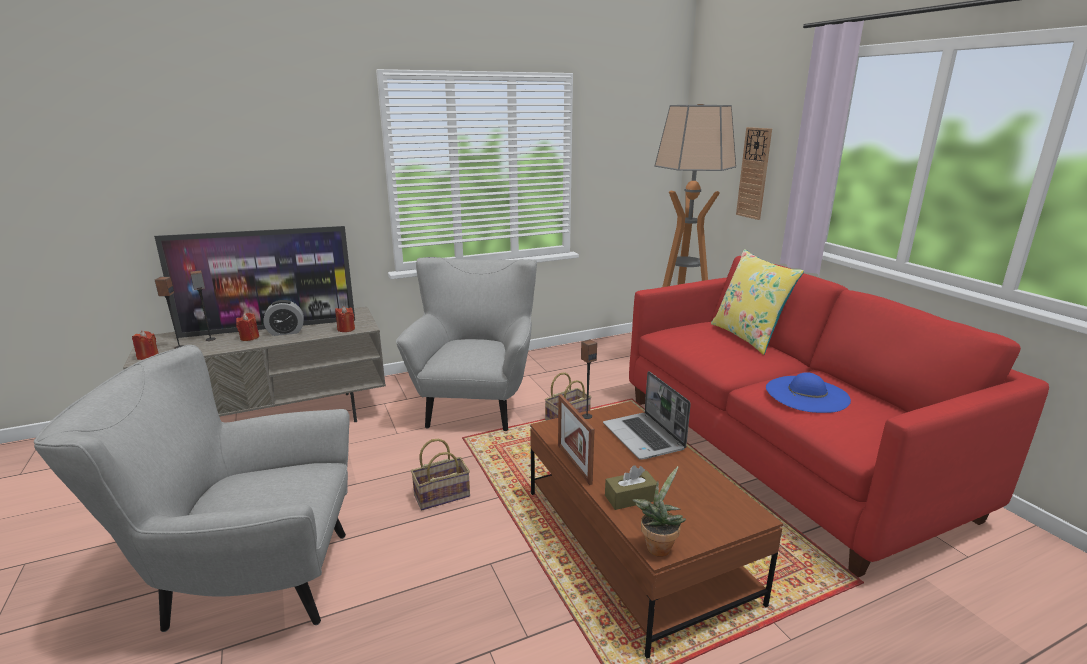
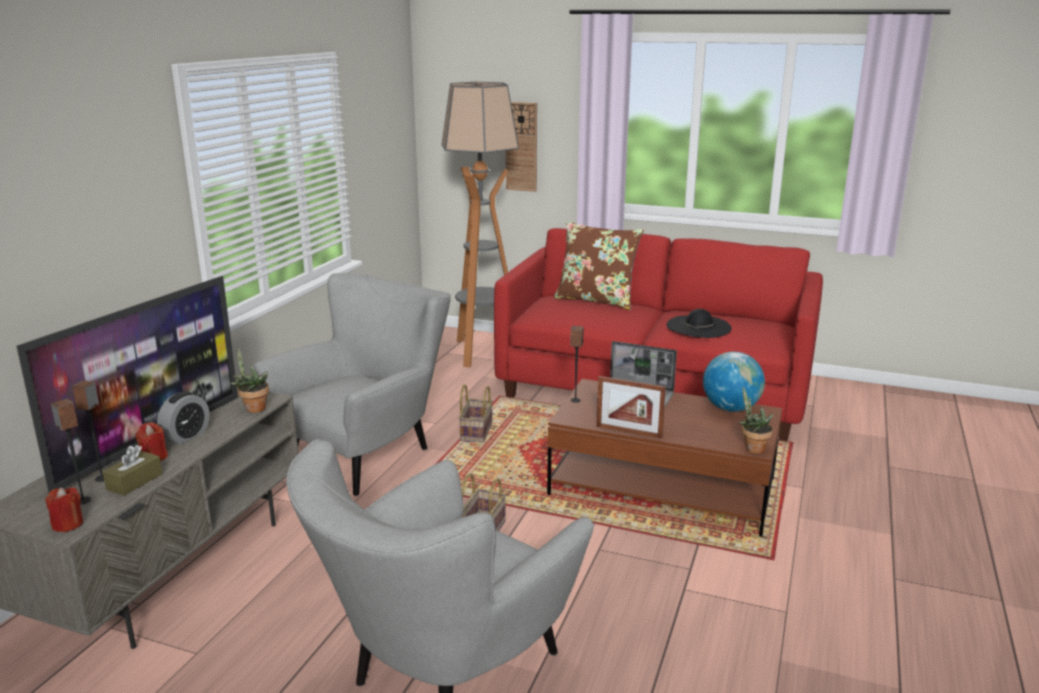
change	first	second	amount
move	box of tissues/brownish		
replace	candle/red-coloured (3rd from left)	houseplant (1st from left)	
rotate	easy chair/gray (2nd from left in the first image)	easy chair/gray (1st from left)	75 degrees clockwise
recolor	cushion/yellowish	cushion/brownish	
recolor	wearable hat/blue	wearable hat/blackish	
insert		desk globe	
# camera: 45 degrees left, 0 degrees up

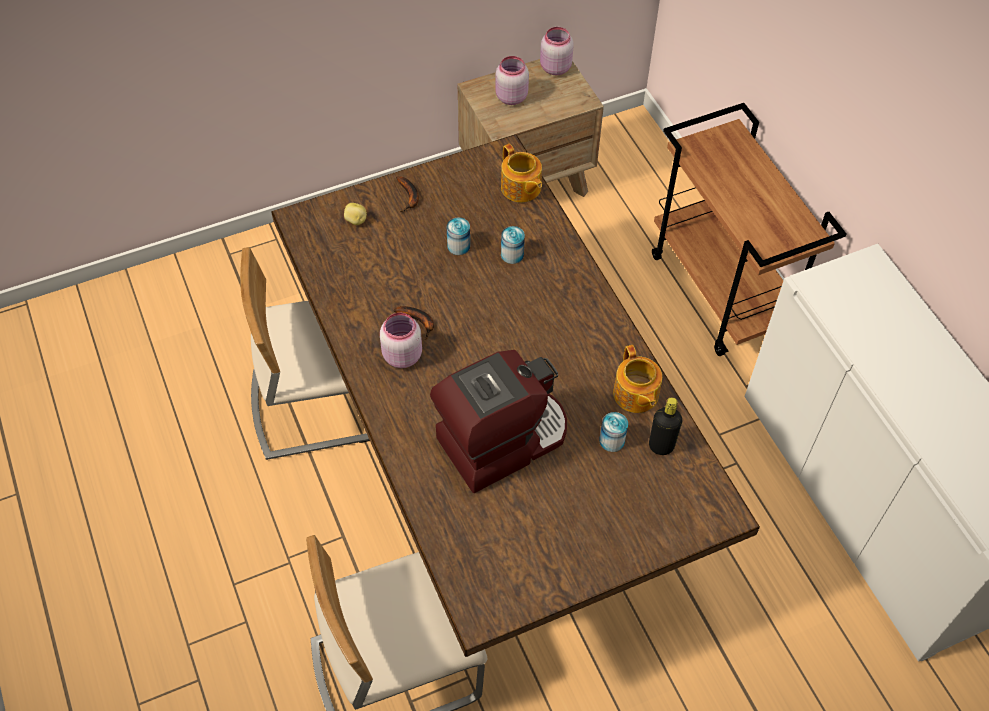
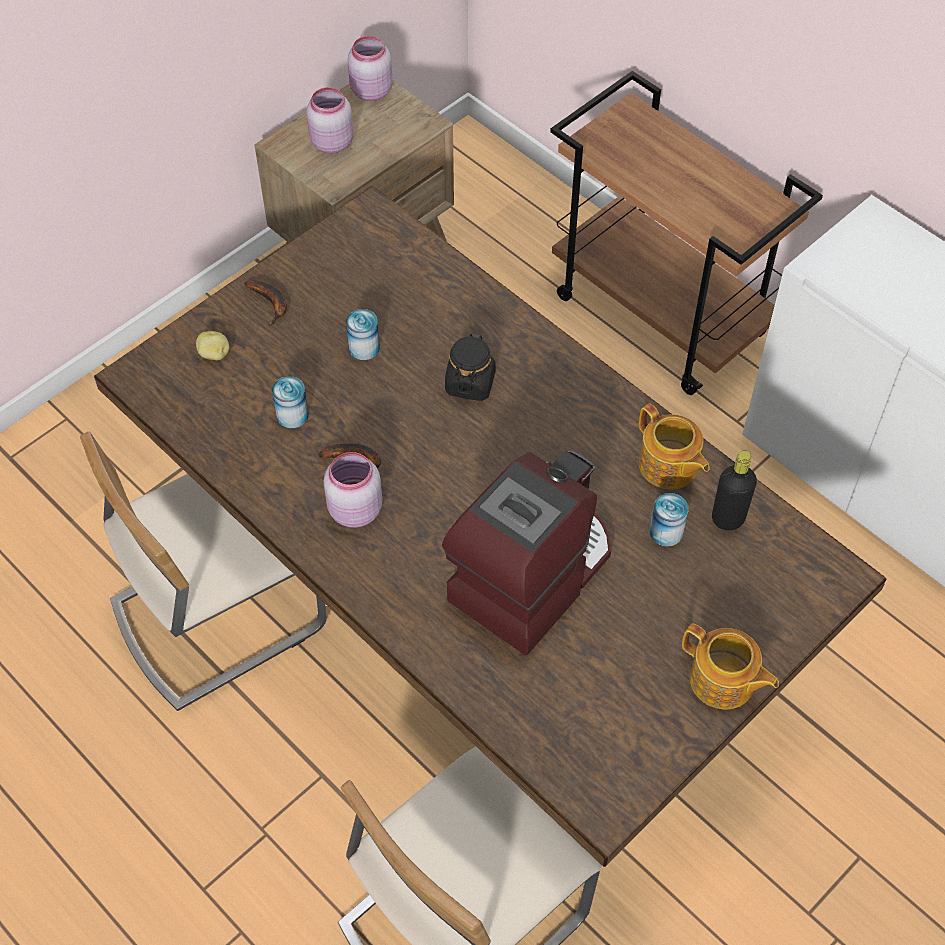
change	first	second	amount
move	can (2nd from left in the first image)	can (1st from left)	
insert		jar/blackish	
move	tea pot (1st from left in the first image)	tea pot (2nd from left)	
# camera: 20 degrees left, 0 degrees up

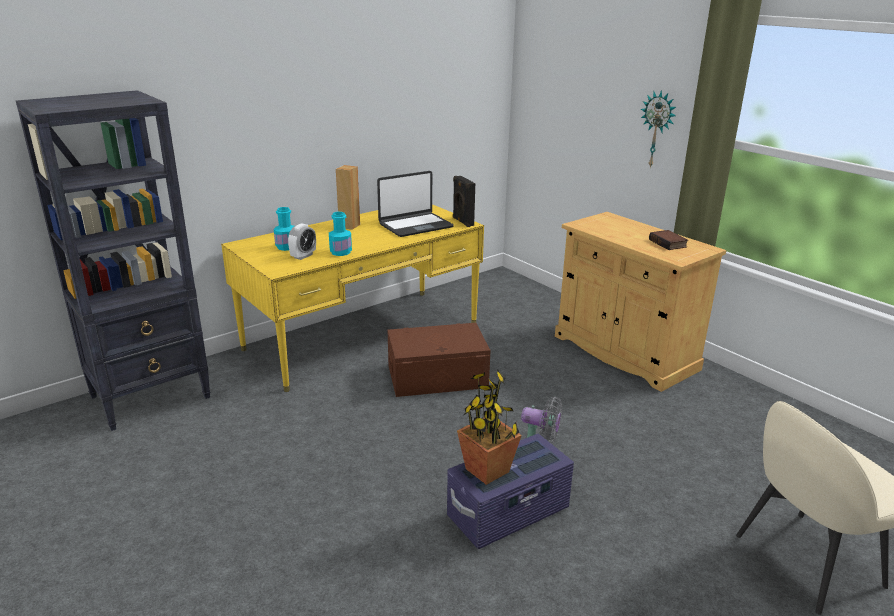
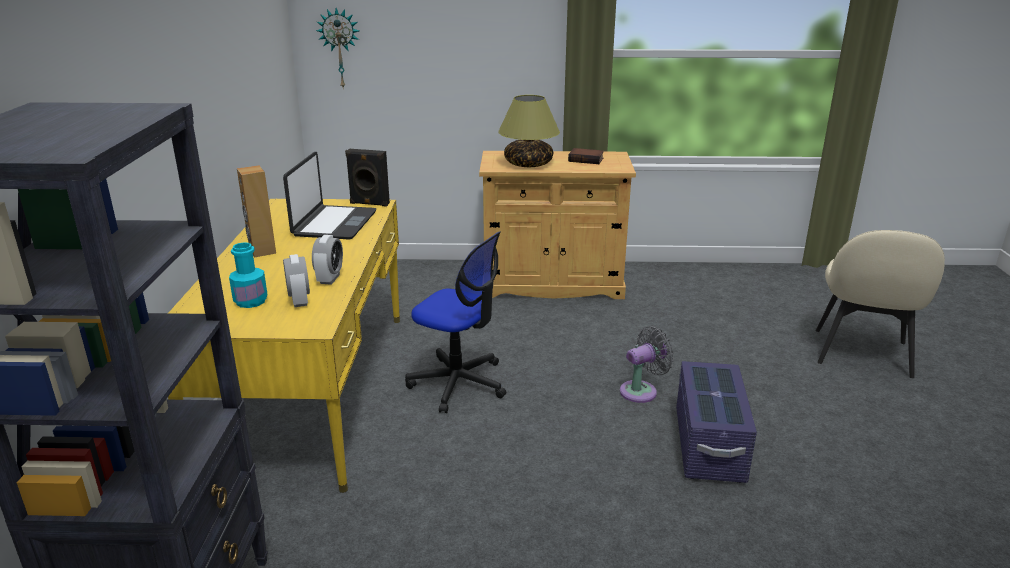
change	first	second	amount
replace	beverage bottle/blue-green (2nd from left)	bedside clock (2nd from left)	
move	wall clock		
replace	storage box/brownish	office chair	
insert		lamp for a table	
delete	houseplant		
# camera: 50 degrees left, 0 degrees up

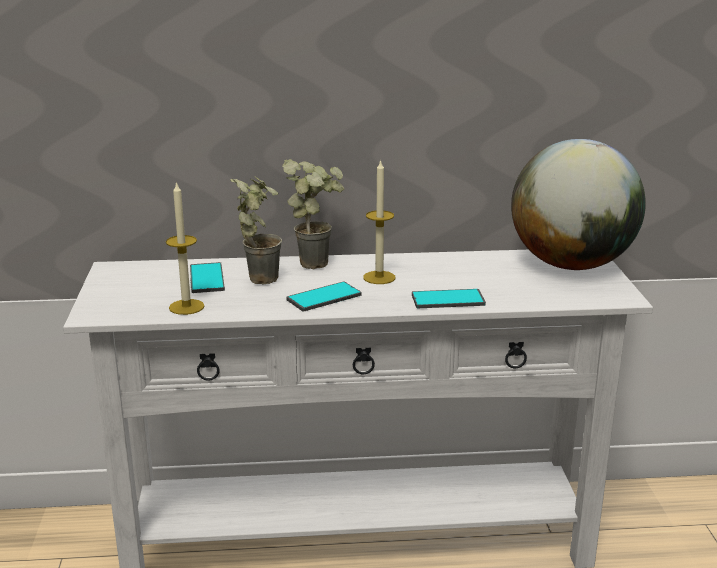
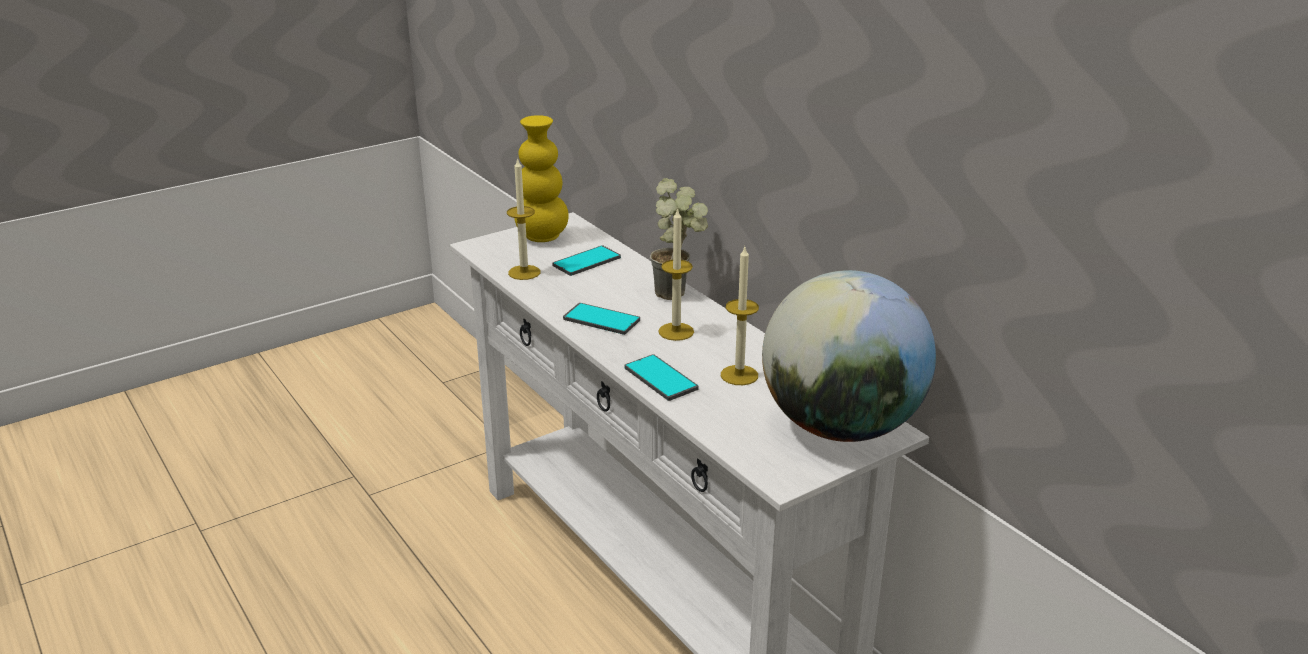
change	first	second	amount
insert		decorative vase/yellowish	
insert		candle (3rd from left)	
delete	houseplant (1st from left)		
# camera: 60 degrees right, 5 degrees up

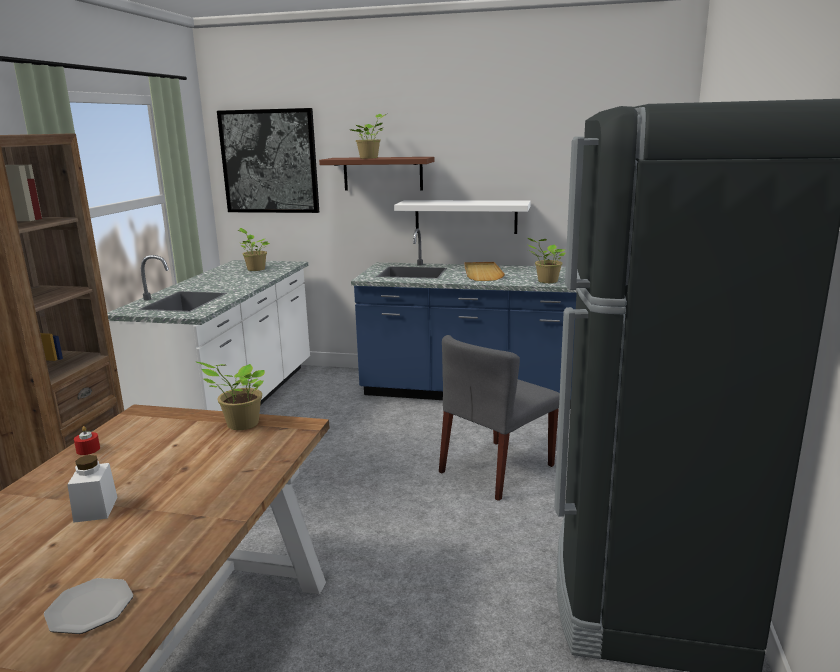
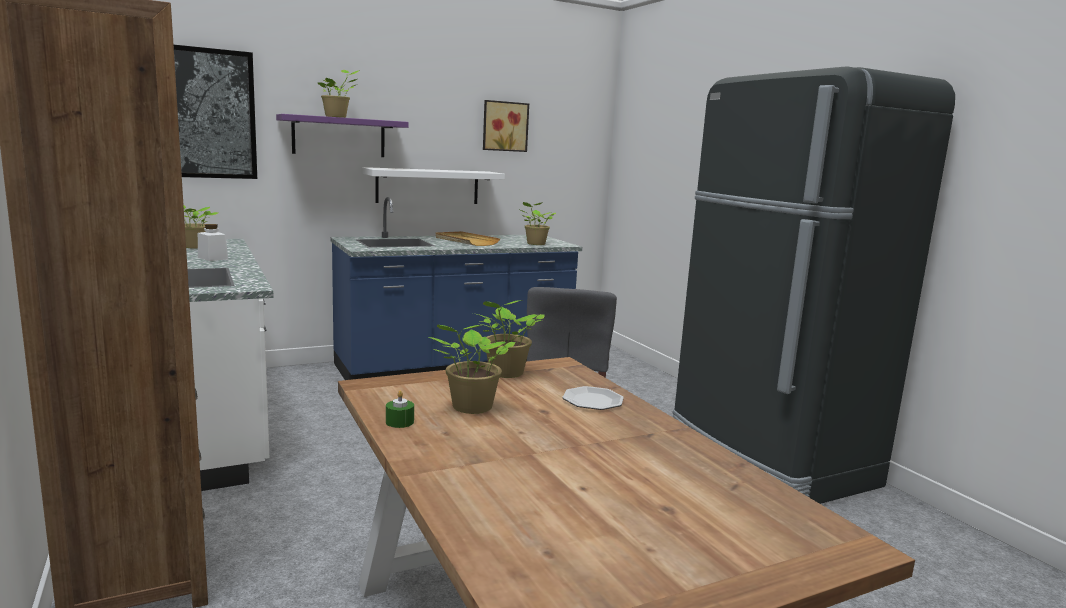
change	first	second	amount
move	jar/white		
recolor	shelf/brownish	shelf/purple-coloured	
recolor	candle/red-coloured	candle/greenish	
insert		houseplant (3rd from left)	
insert		wall art (2nd from left)	
move	dinner plate		
# camera: 40 degrees left, 5 degrees down

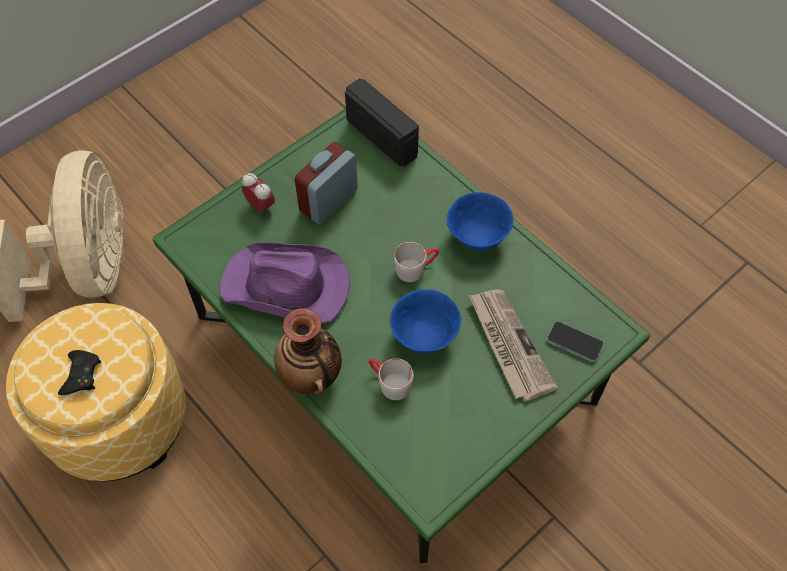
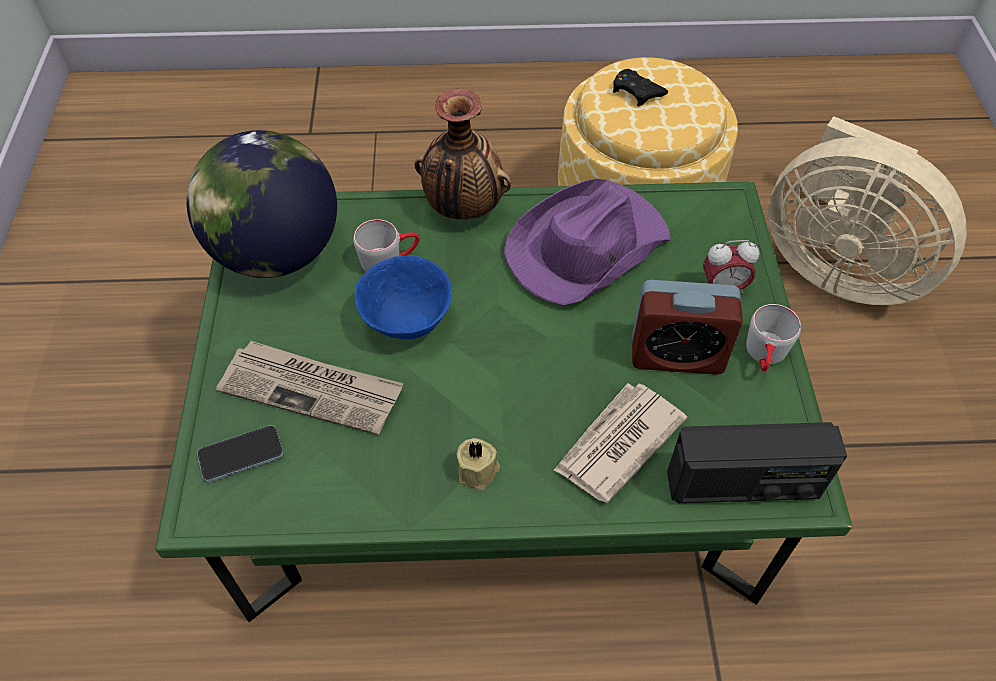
change	first	second	amount
insert		desk globe	
replace	deep dish/blue (2nd from left)	candle/beige-coloured	
insert		newspaper (2nd from left)	
rotate	bedside clock (2nd from left in the first image)	bedside clock (1st from left)	105 degrees clockwise
move	coffee mug/gray (2nd from left)		
# camera: 130 degrees right, 5 degrees down

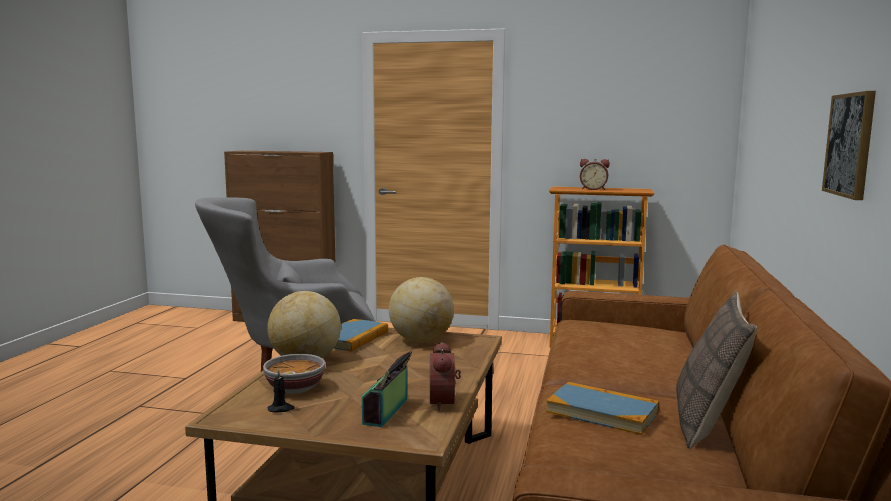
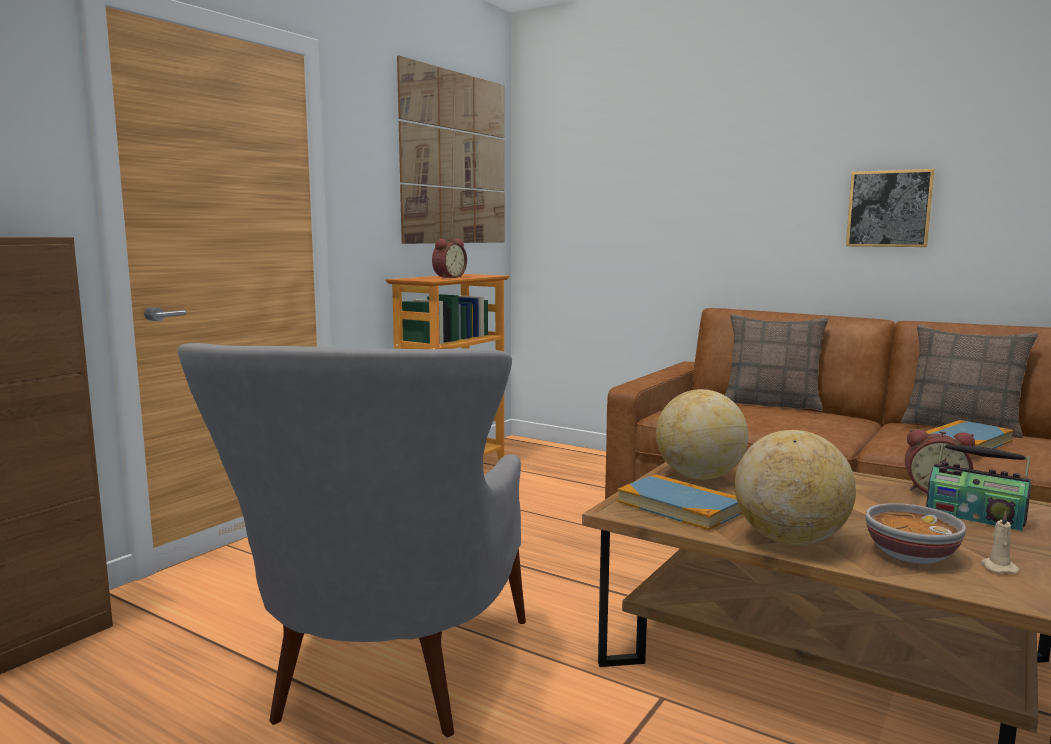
change	first	second	amount
insert		wall art (1st from left)	
insert		cushion (1st from left)	
recolor	candle/blackish	candle/beige-coloured	
# camera: 70 degrees left, 0 degrees up

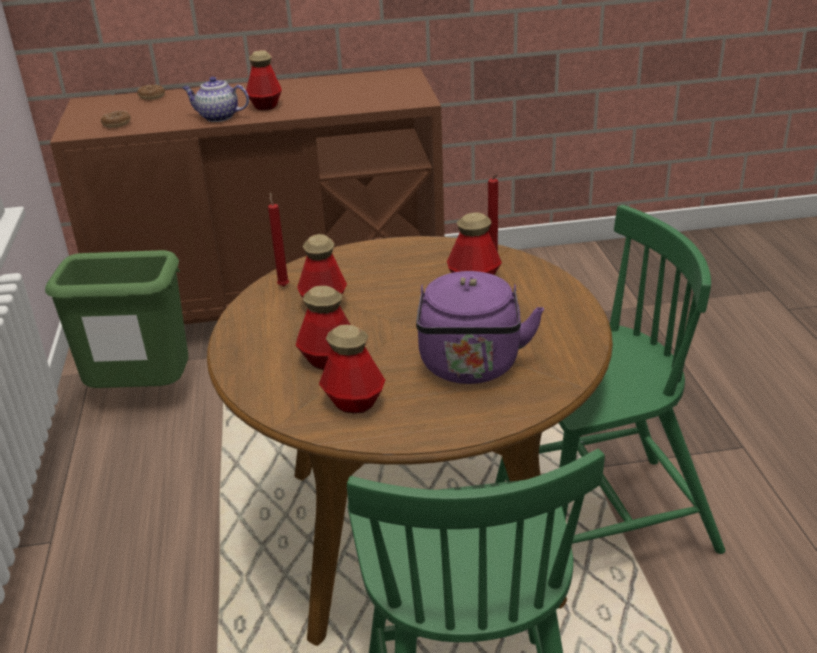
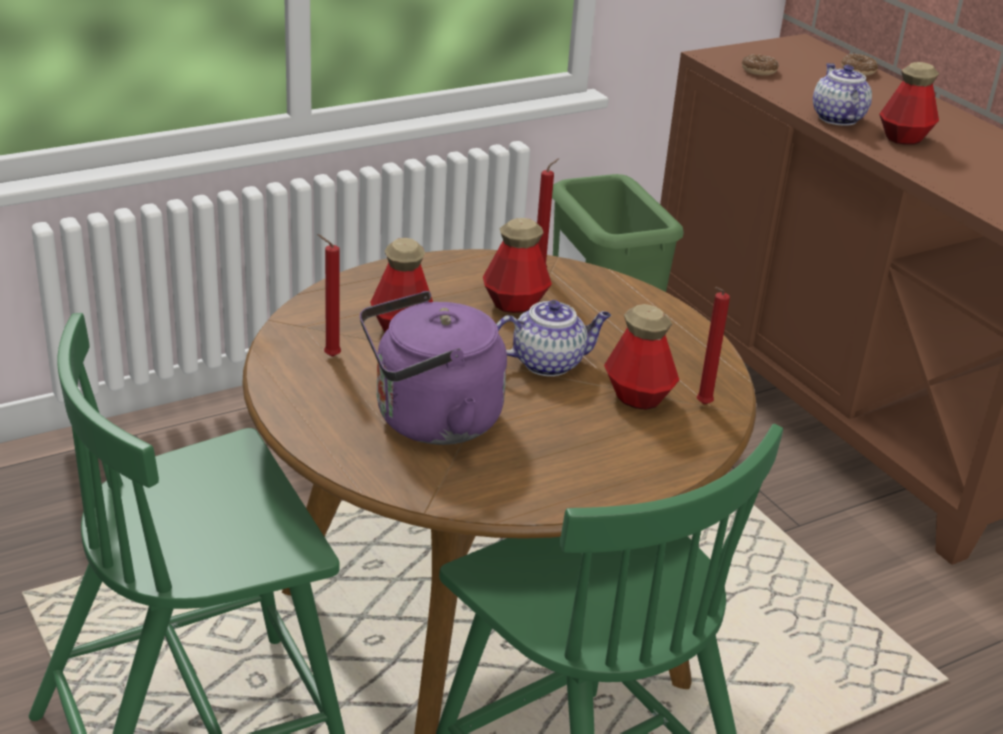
change	first	second	amount
replace	beverage bottle (4th from left)	candle/red-coloured (1st from left)	
insert		tea pot (1st from left)	
# camera: 65 degrees right, 0 degrees up

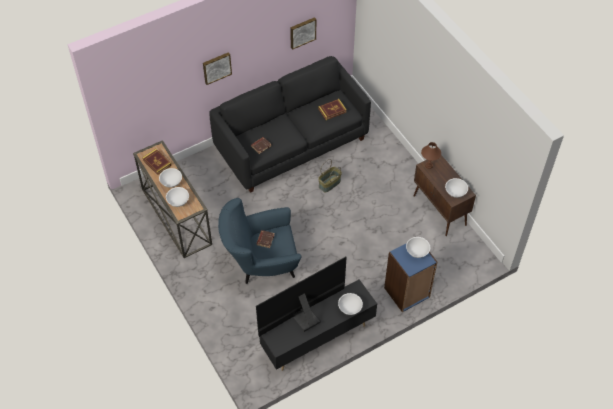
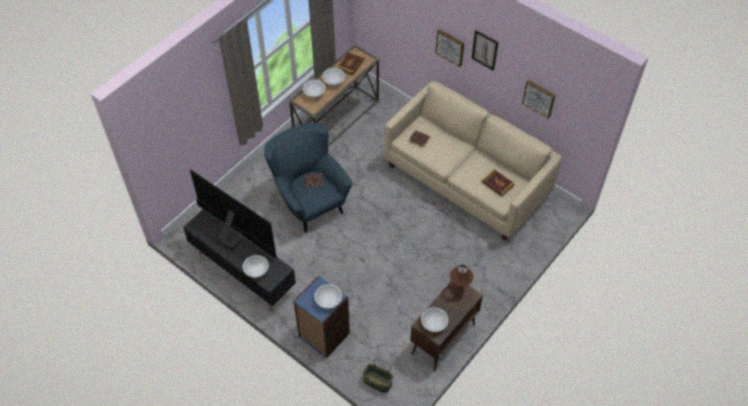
change	first	second	amount
move	storage basket		
recolor	couch/blackish	couch/beige-coloured	
insert		wall art (2nd from left)	
# camera: 70 degrees right, 0 degrees up

